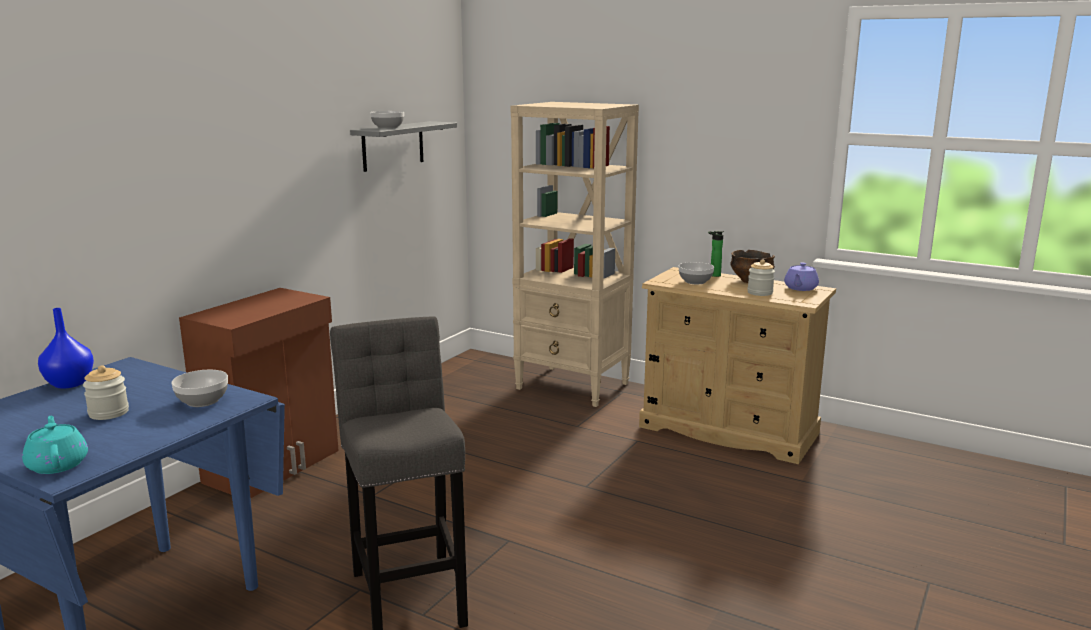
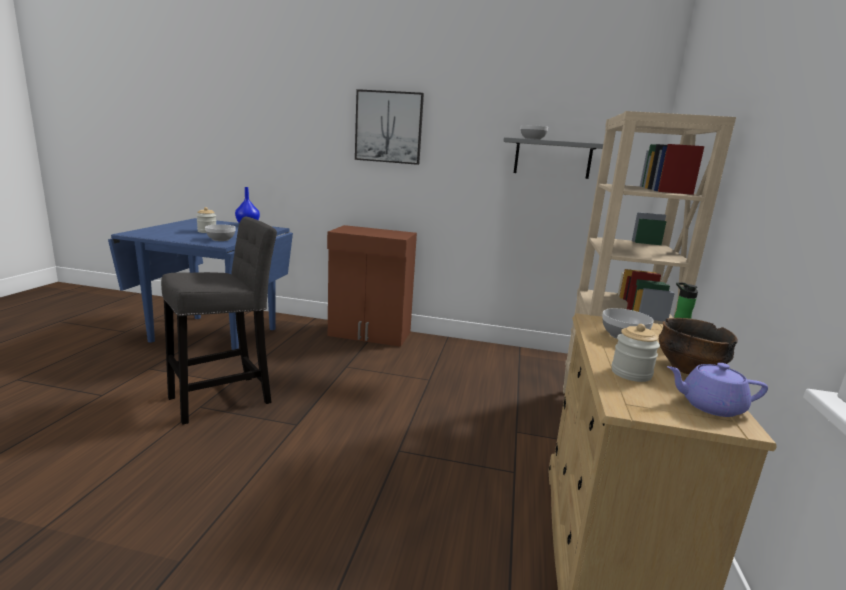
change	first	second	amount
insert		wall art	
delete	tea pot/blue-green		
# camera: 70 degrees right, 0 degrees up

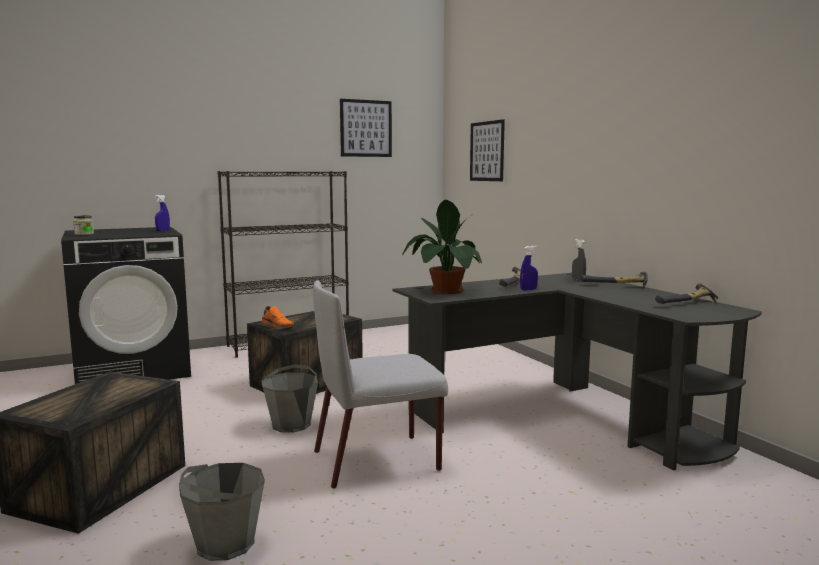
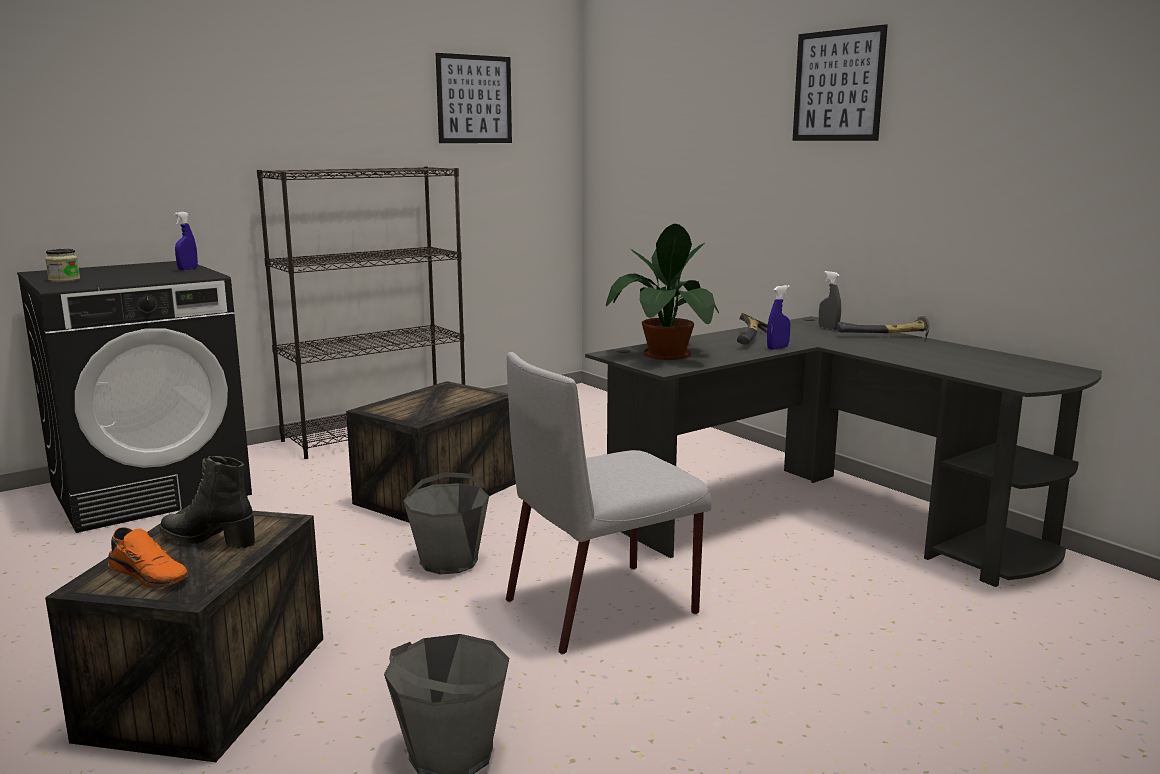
change	first	second	amount
move	shoe/orangey		
insert		high-top boot/blackish	
move	wall art (2nd from left)		
delete	hammer (3rd from left)		
# camera: 10 degrees left, 5 degrees up

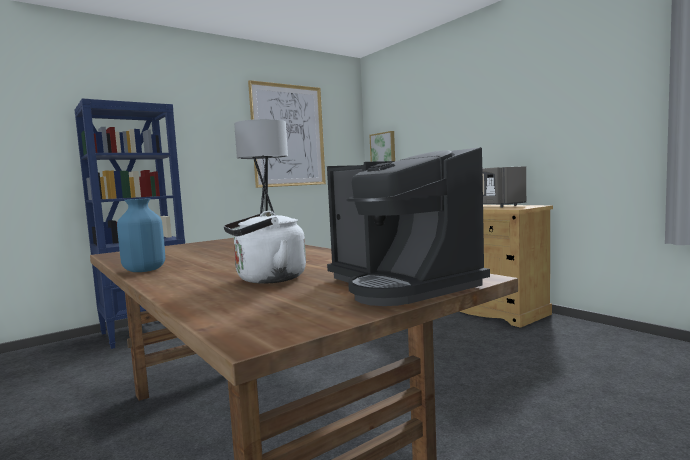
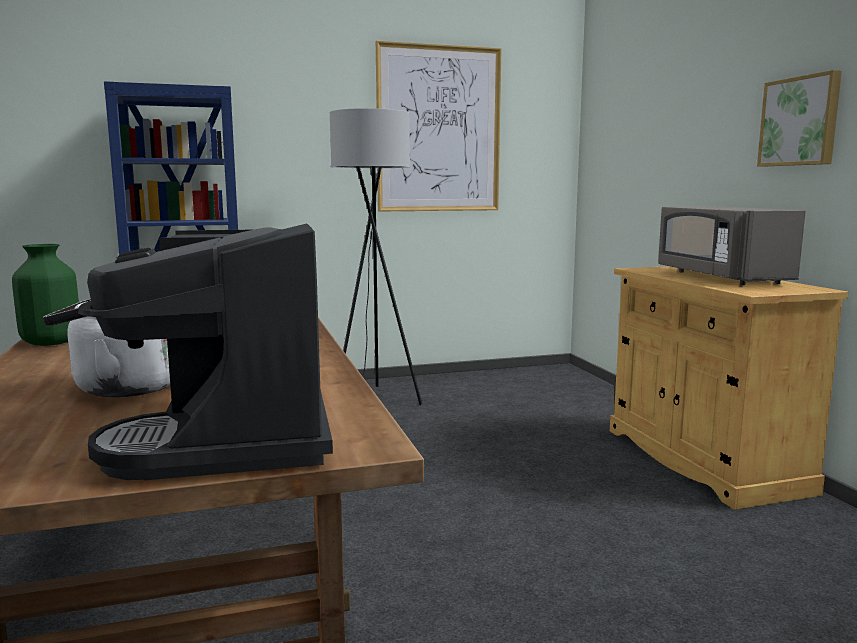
change	first	second	amount
recolor	decorative vase/blue	decorative vase/greenish	
move	wall art (2nd from left)		
# camera: 20 degrees right, 5 degrees up

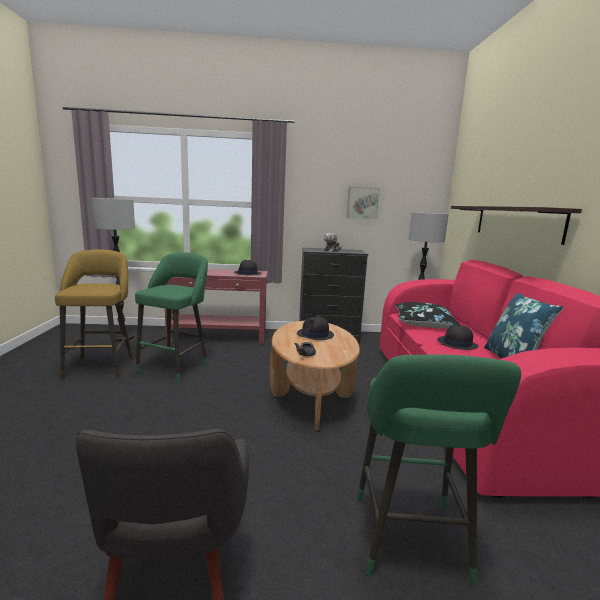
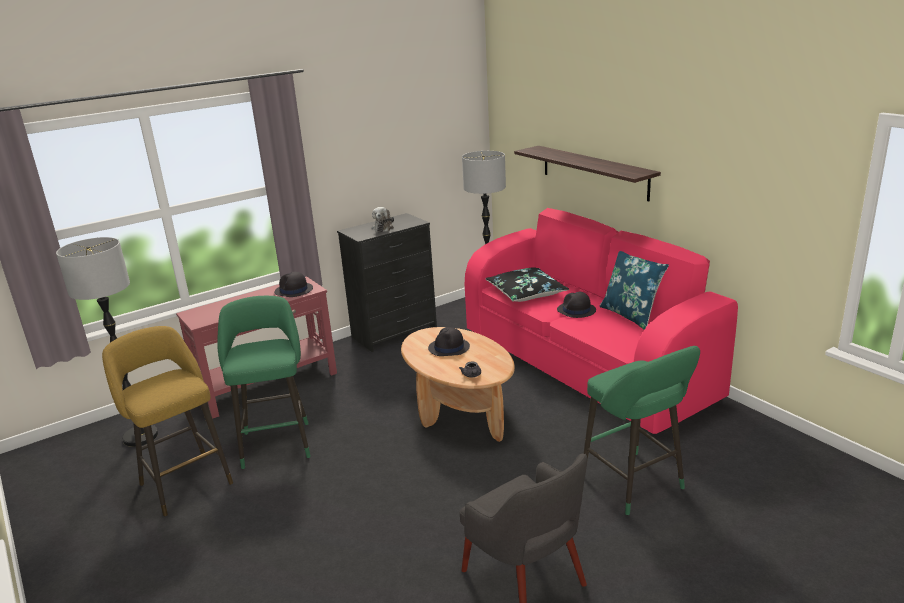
change	first	second	amount
delete	wall art		
# camera: 30 degrees left, 10 degrees up

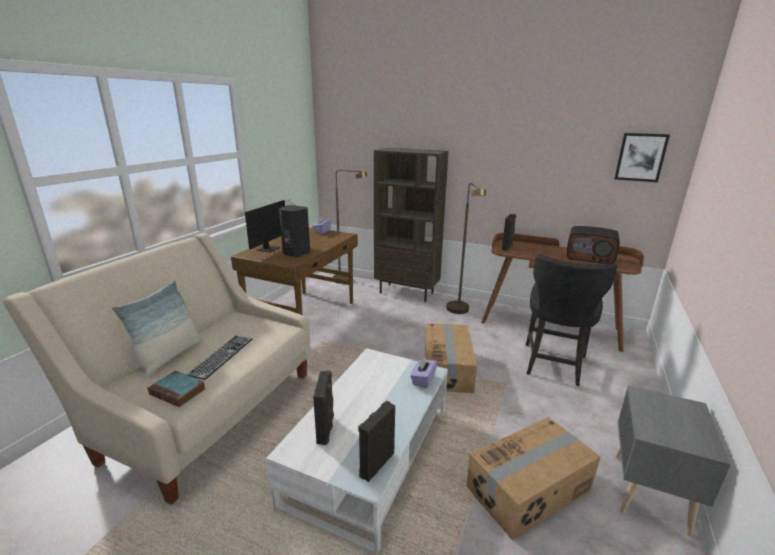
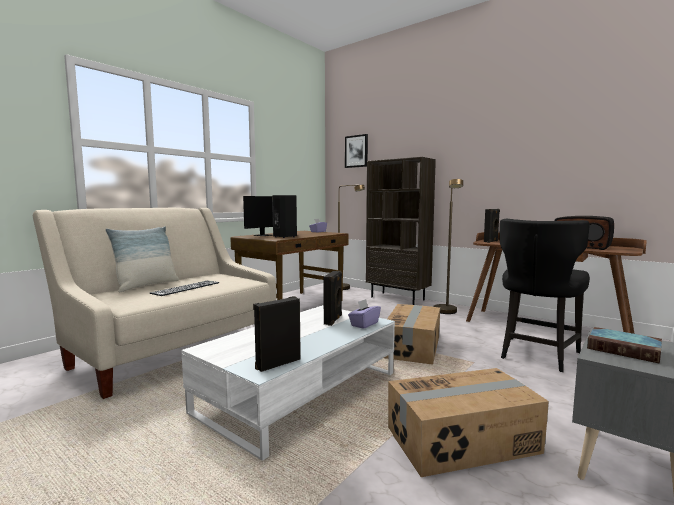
change	first	second	amount
move	audio speaker/blackish (2nd from left in the first image)	audio speaker/blackish (3rd from left)	
move	wall art		
move	volume		
# camera: 15 degrees right, 15 degrees down

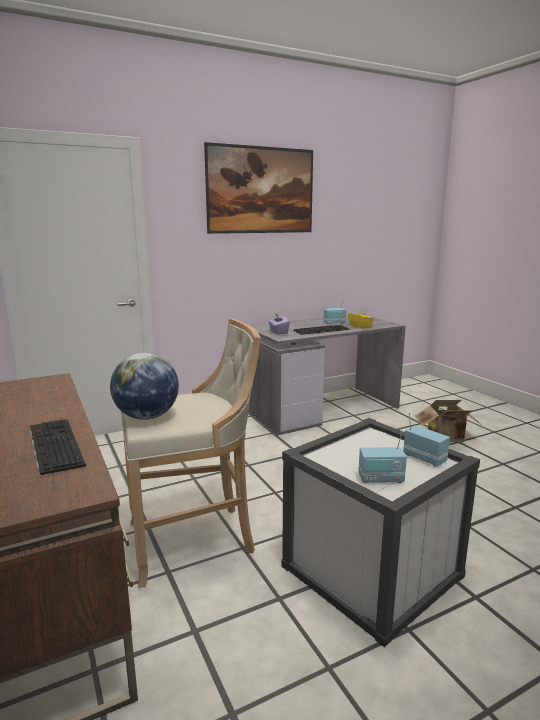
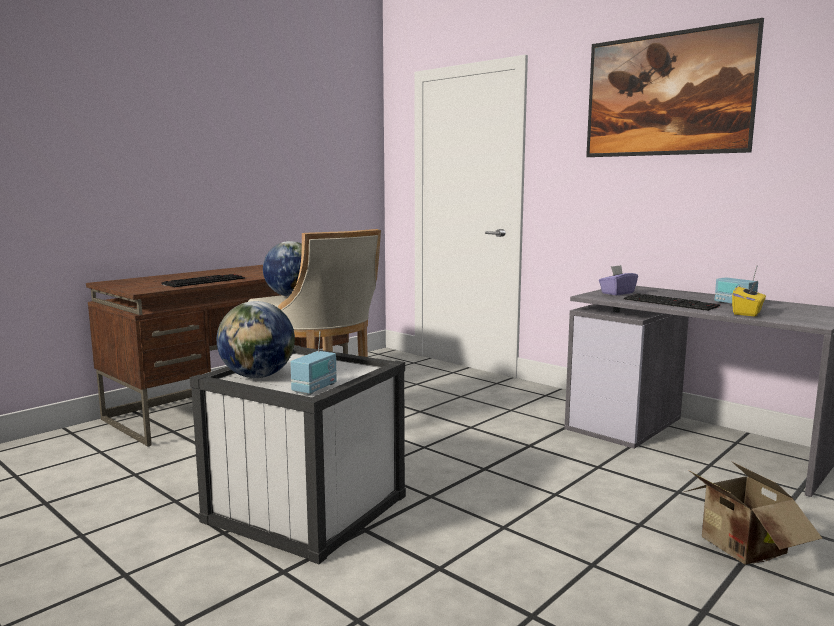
change	first	second	amount
replace	radio receiver (2nd from left)	desk globe (1st from left)	
# camera: 70 degrees right, 5 degrees down

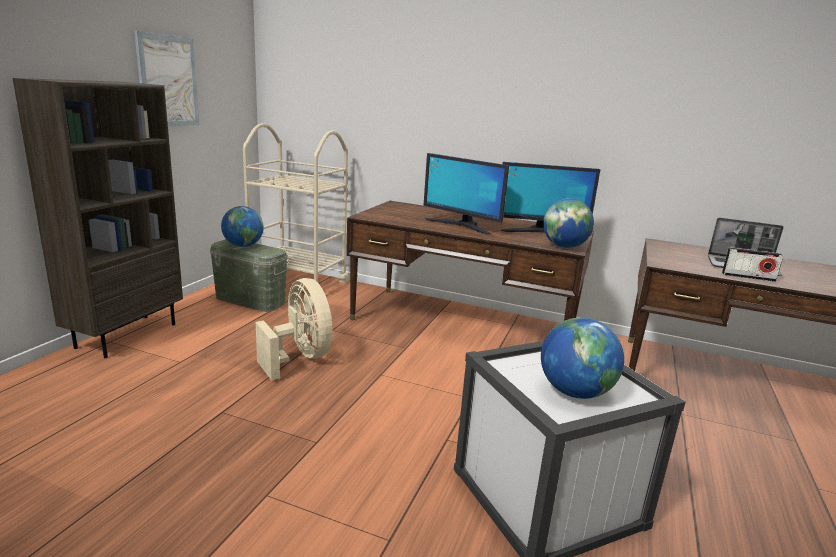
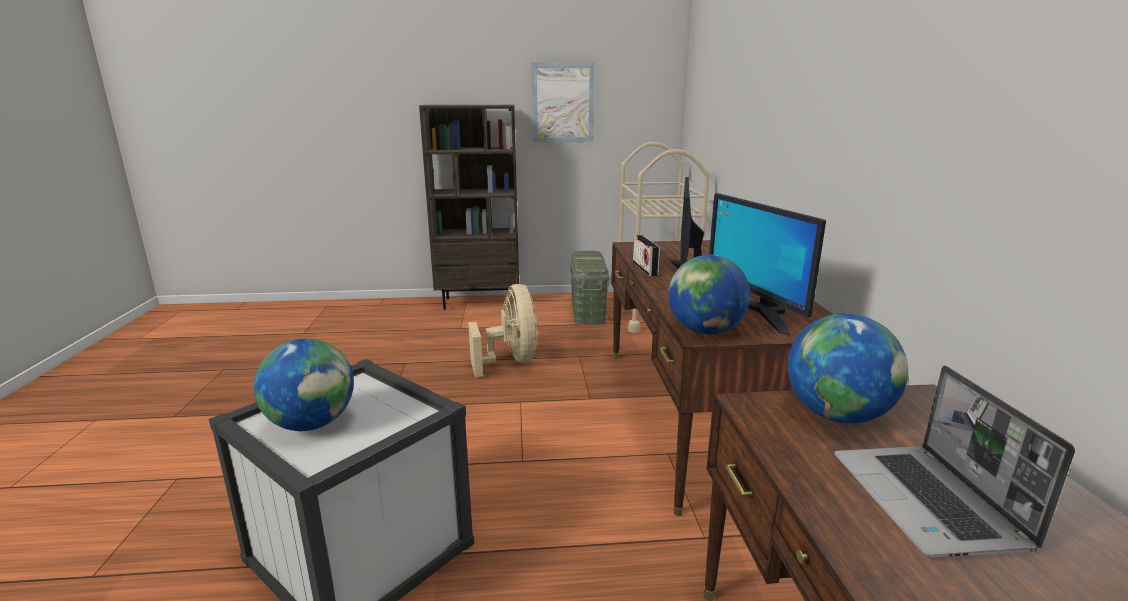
change	first	second	amount
rotate	fan/beige-coloured		45 degrees counterclockwise
move	radio receiver		
move	desk globe (1st from left in the first image)	desk globe (3rd from left)	
# camera: 65 degrees right, 0 degrees up

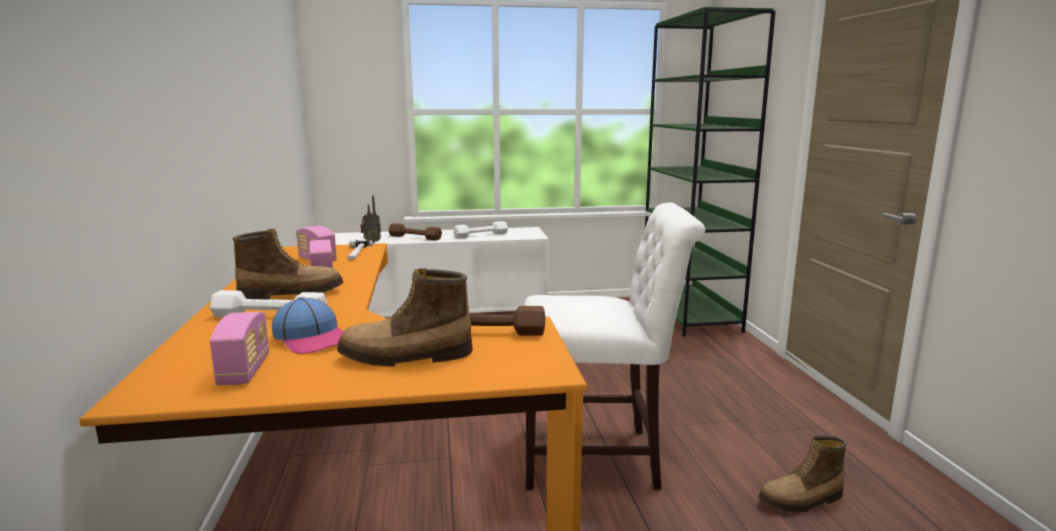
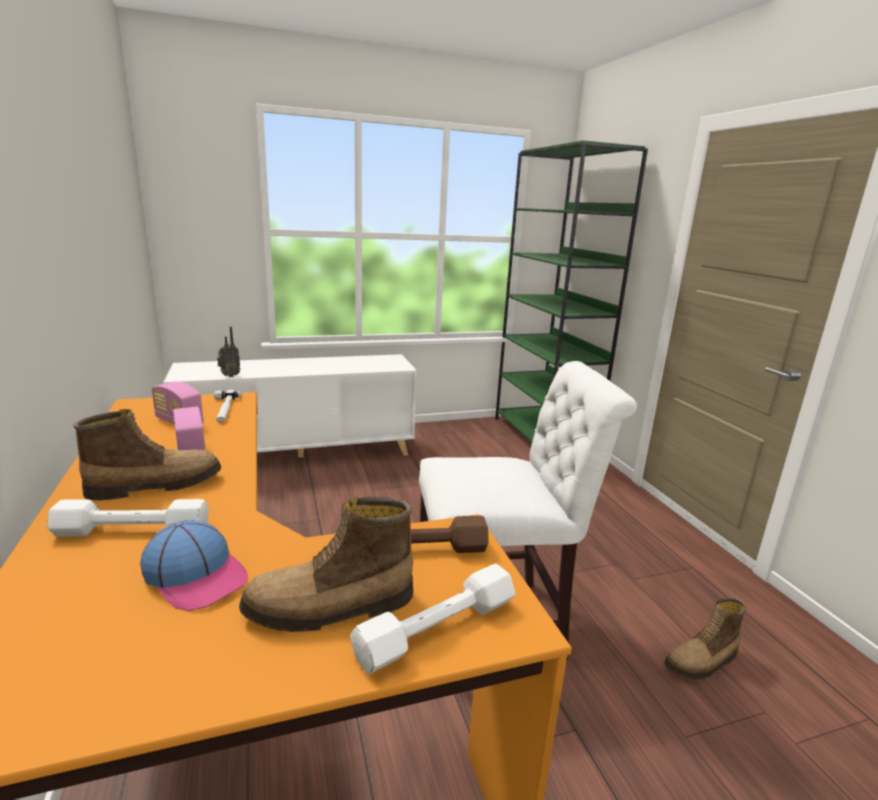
change	first	second	amount
move	dumbbell/white (2nd from left)		
delete	radio receiver (1st from left)		
delete	dumbbell/brownish (1st from left)		
# camera: 10 degrees left, 5 degrees up

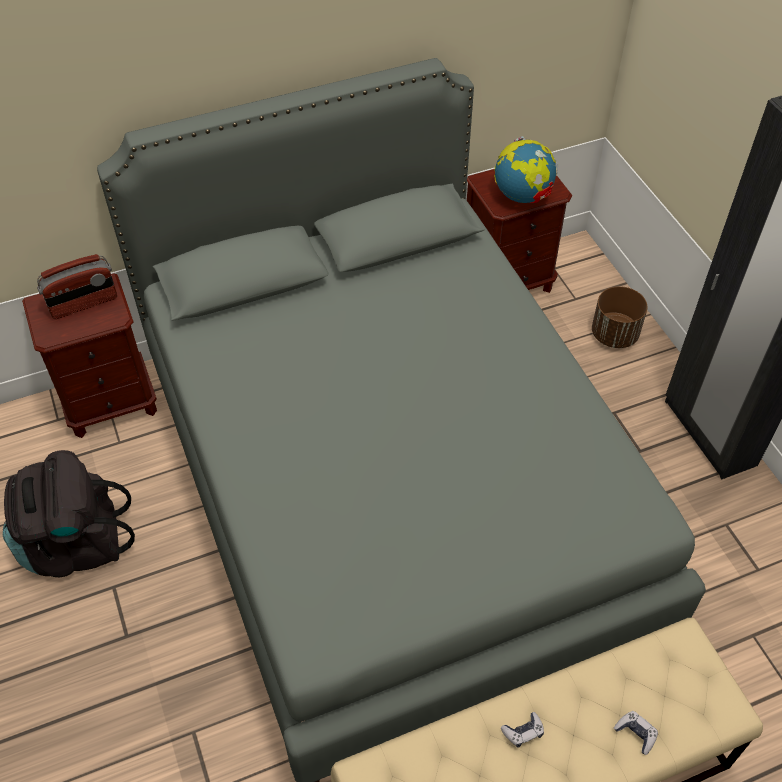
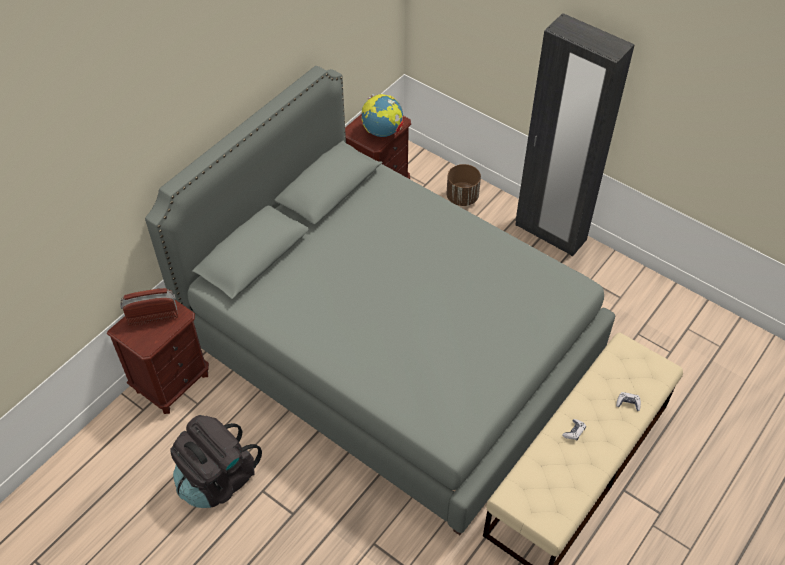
change	first	second	amount
rotate	radio receiver		135 degrees counterclockwise
# camera: 30 degrees left, 0 degrees up

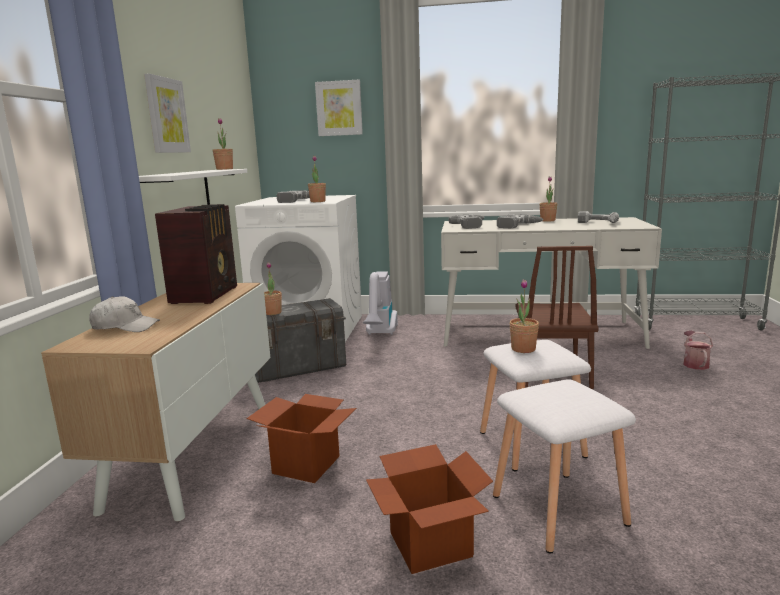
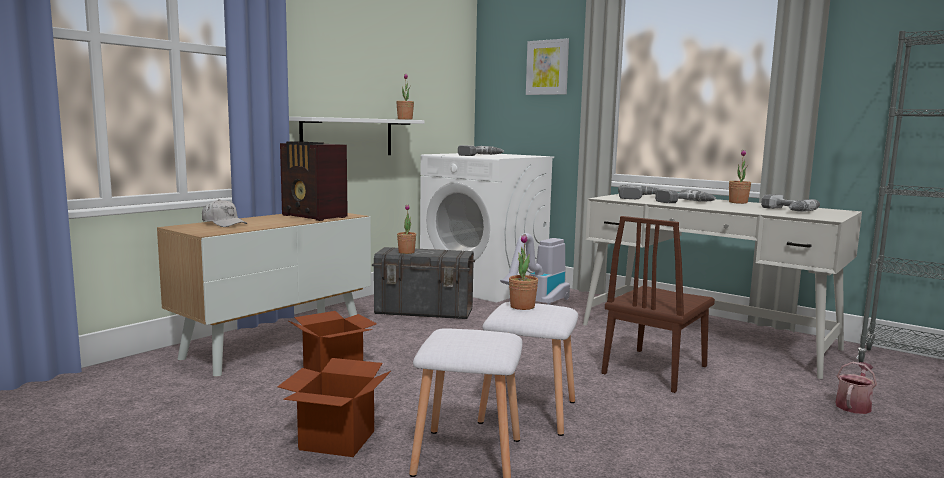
change	first	second	amount
rotate	radio receiver		90 degrees clockwise
delete	wall art (1st from left)		
delete	houseplant (3rd from left)		
# camera: 30 degrees right, 5 degrees down

